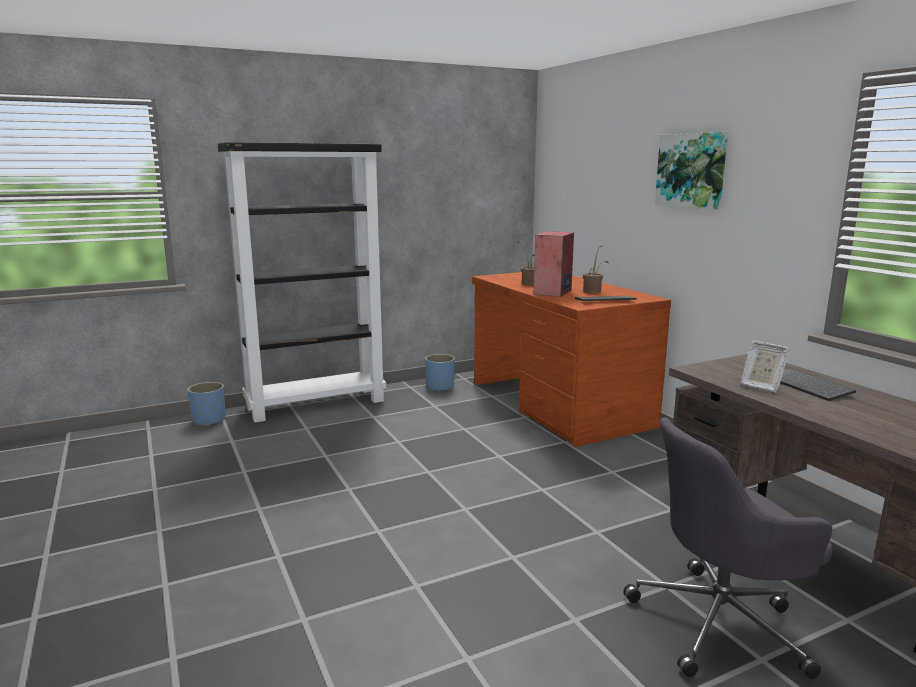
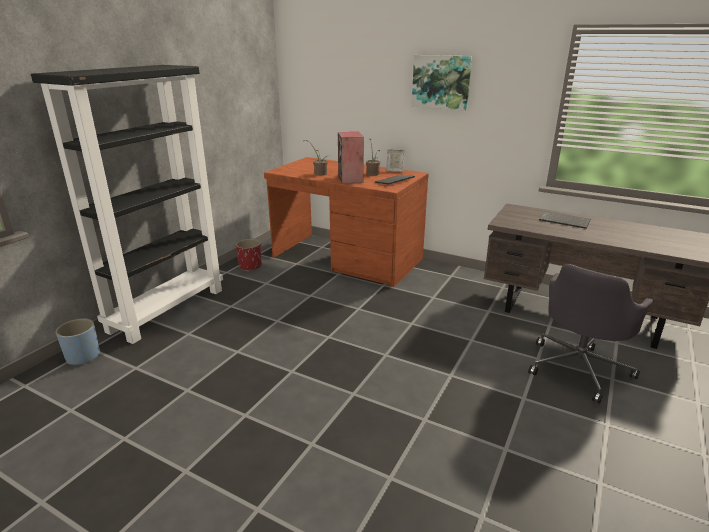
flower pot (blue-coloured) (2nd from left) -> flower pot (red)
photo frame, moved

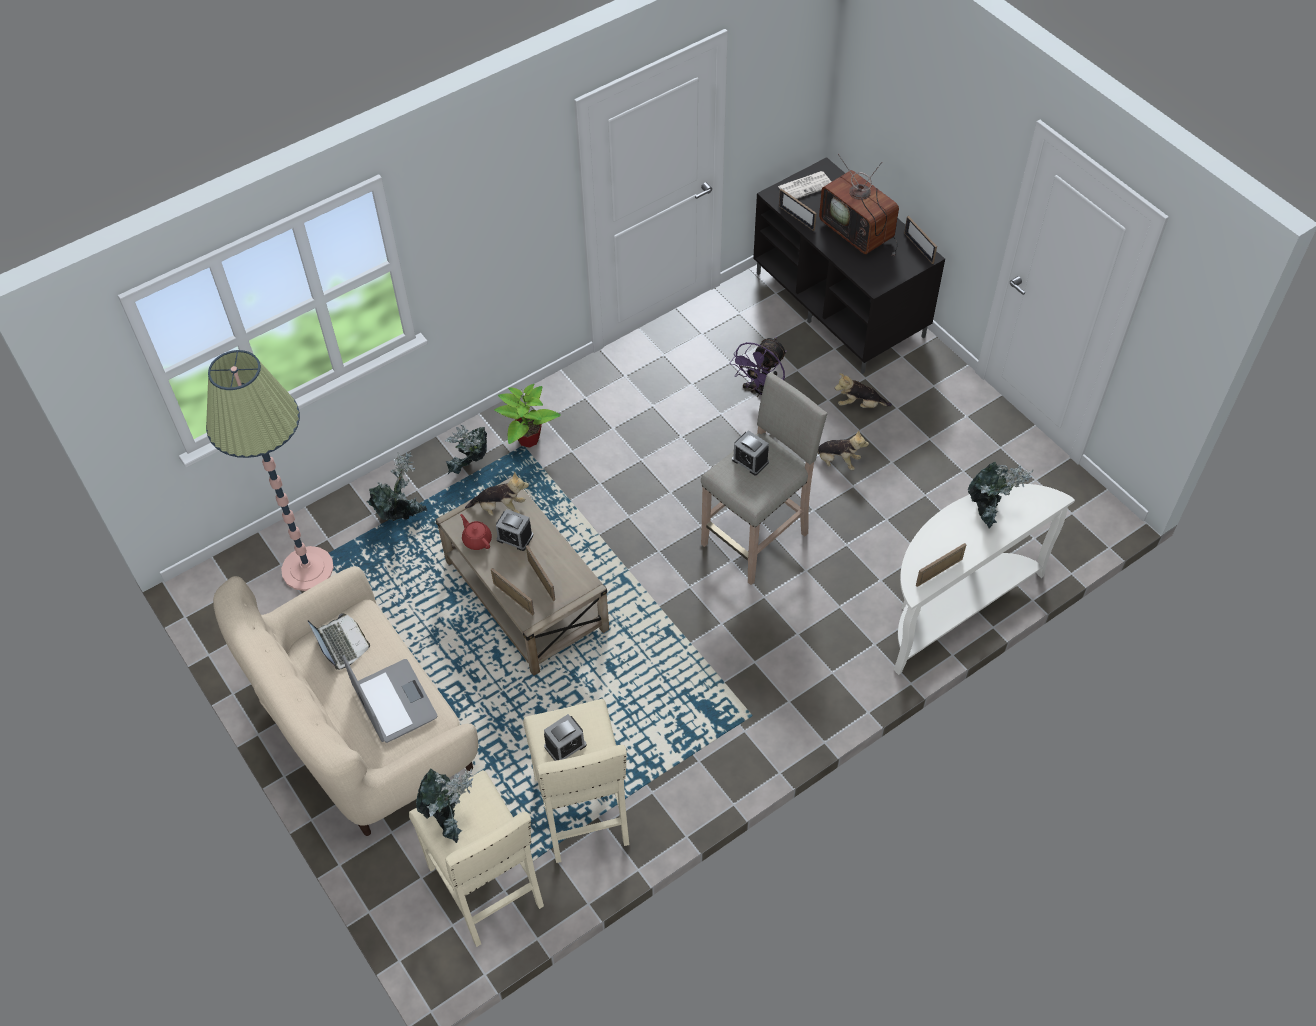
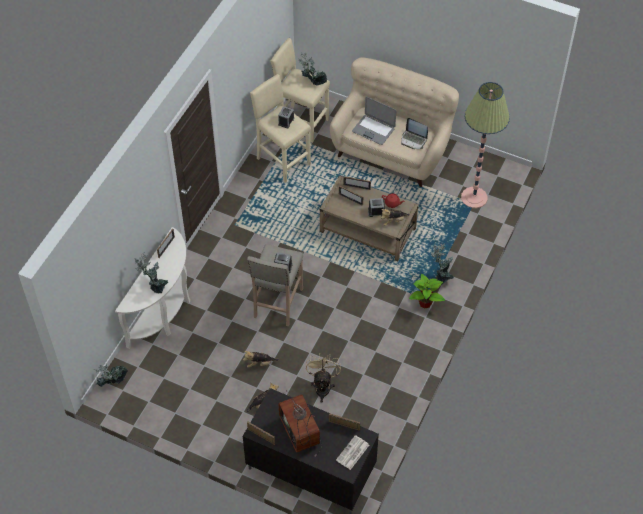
houseplant (1st from left), moved
cooling fan (purple-coloured) -> cooling fan (sand-coloured)
TV set, 135 degrees counterclockwise

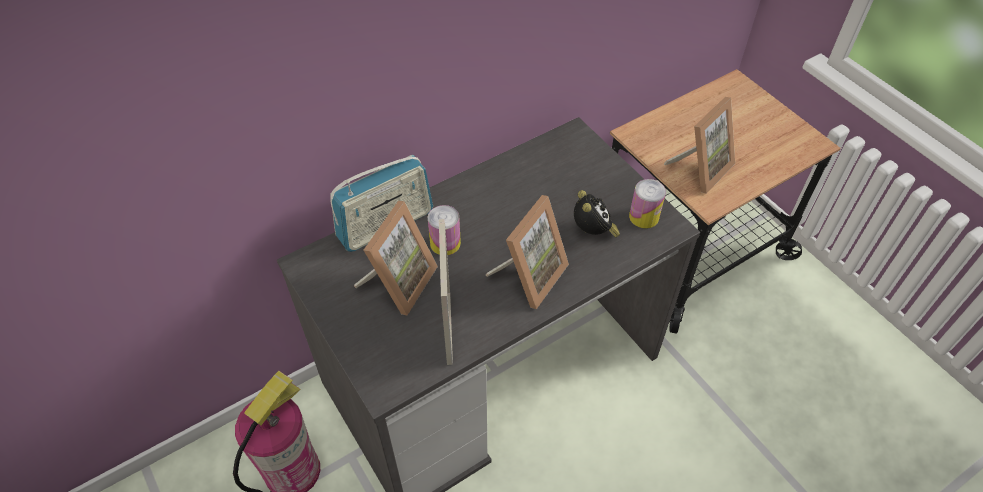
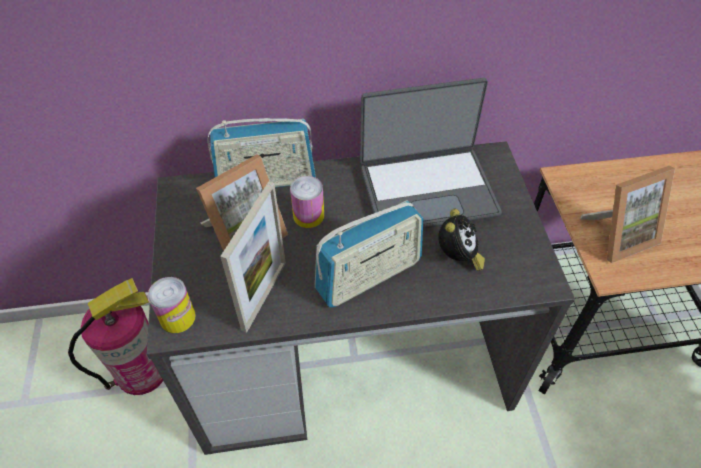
photo frame (3rd from left) -> radio receiver (2nd from left)
sealed can (2nd from left in the first image) -> sealed can (1st from left), moved
none -> portable computer

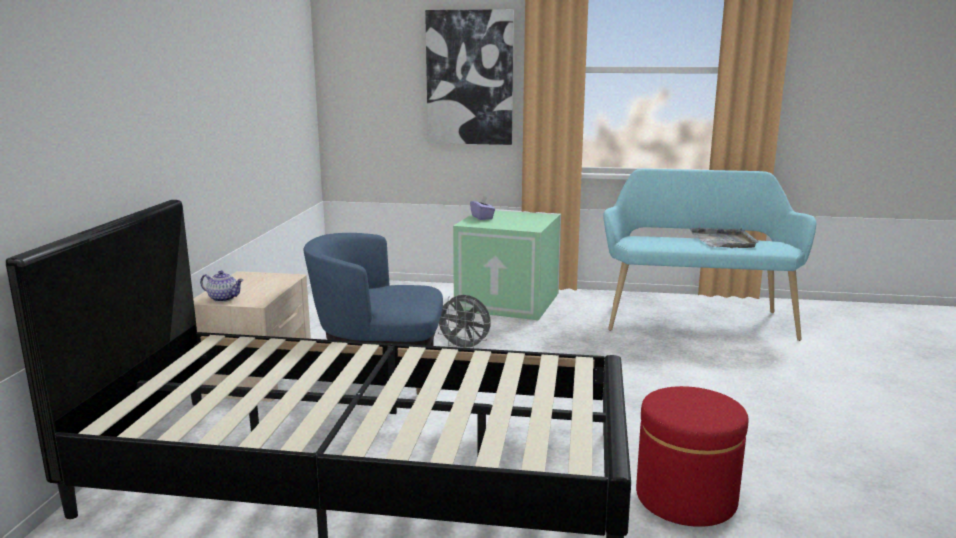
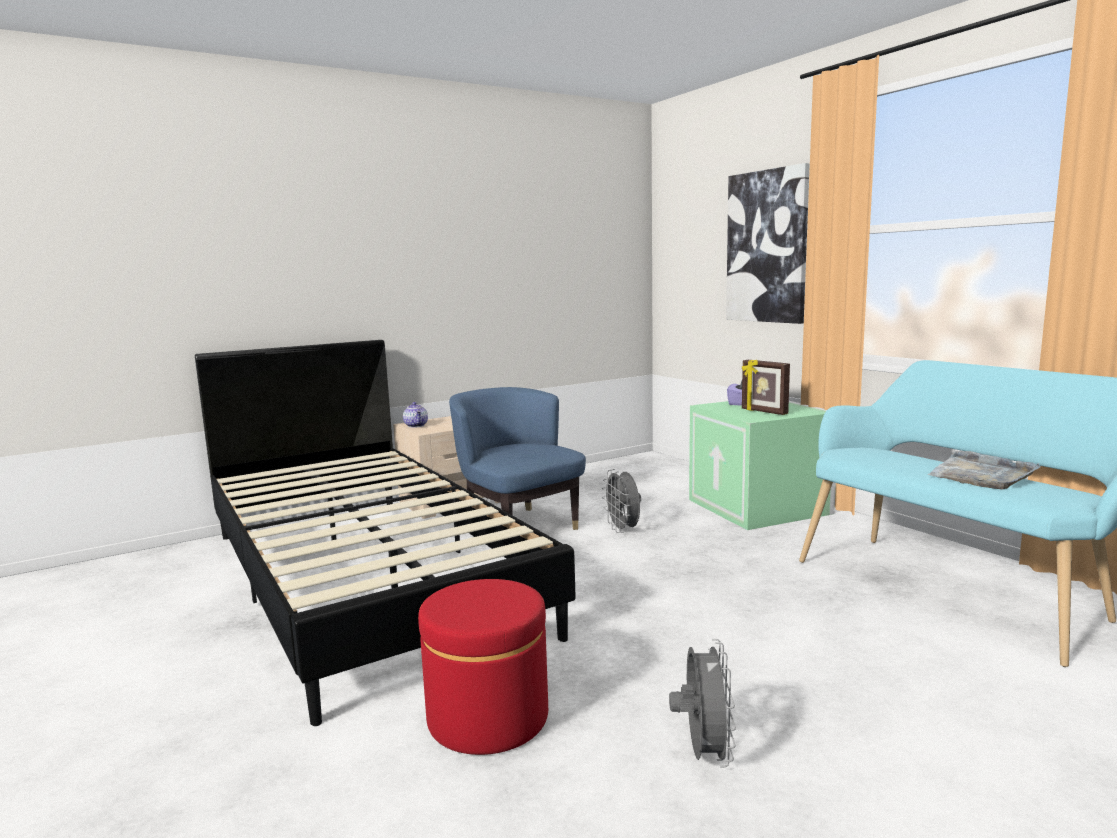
none -> cooling fan (greyish) (2nd from left)
none -> photo frame

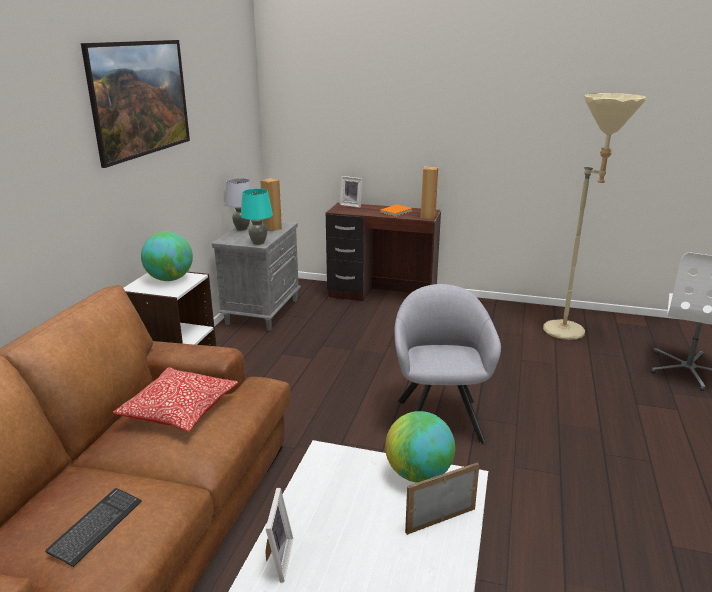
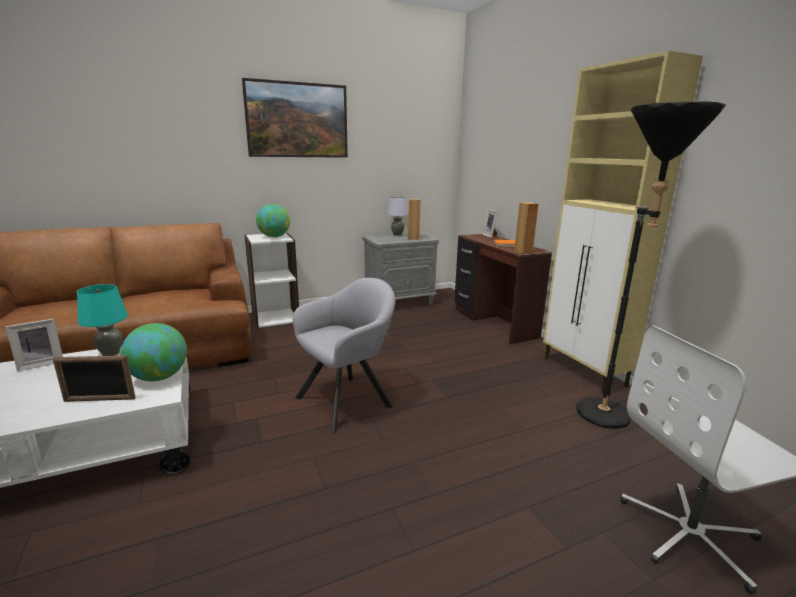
computer keyboard -> none
cushion -> none
table lamp (blue-green), moved
photo frame (3rd from left in the first image) -> photo frame (2nd from left), 150 degrees clockwise
standing lamp (sand-coloured) -> standing lamp (black)
none -> cabinet (sand-coloured)

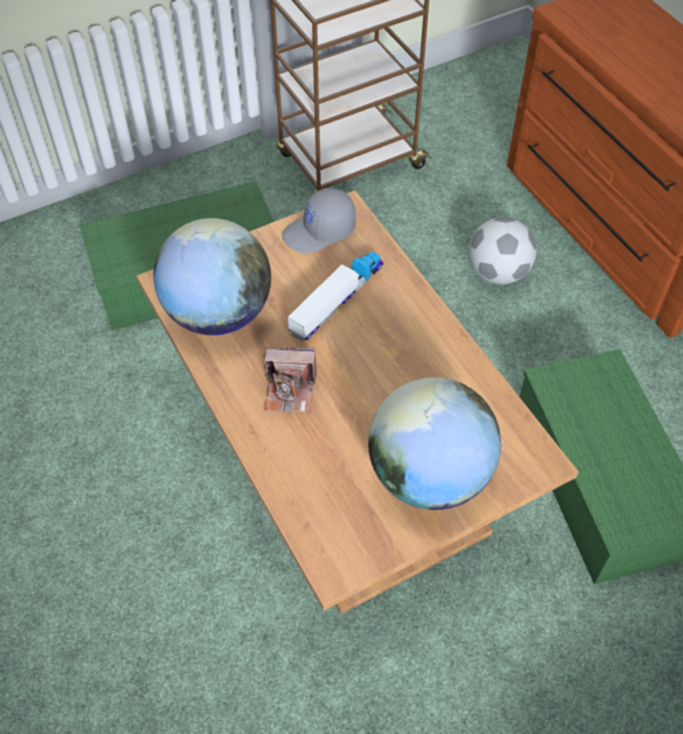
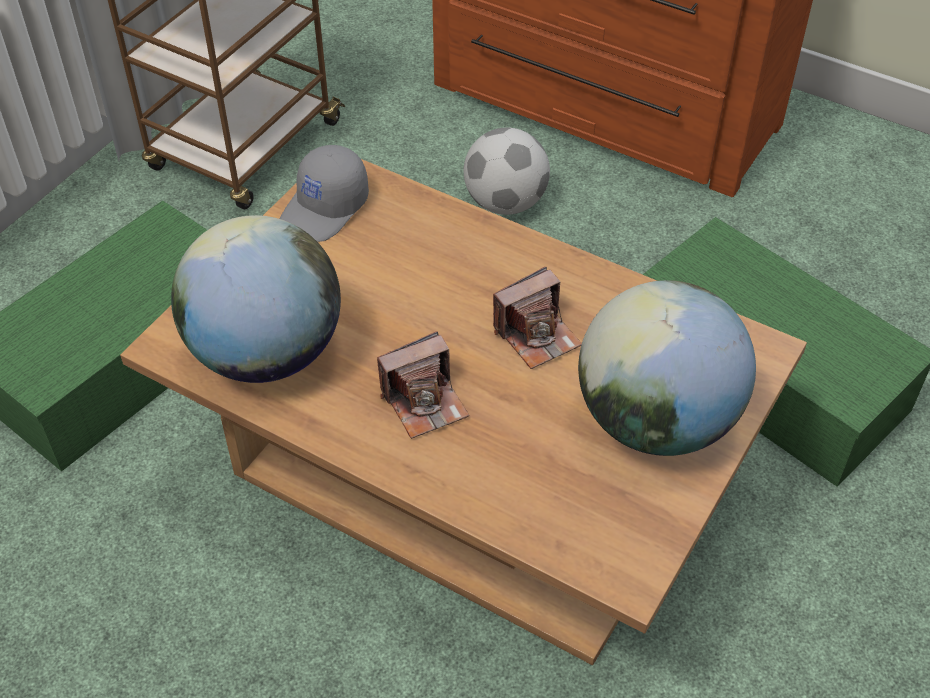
model truck -> none
none -> photo camera (2nd from left)

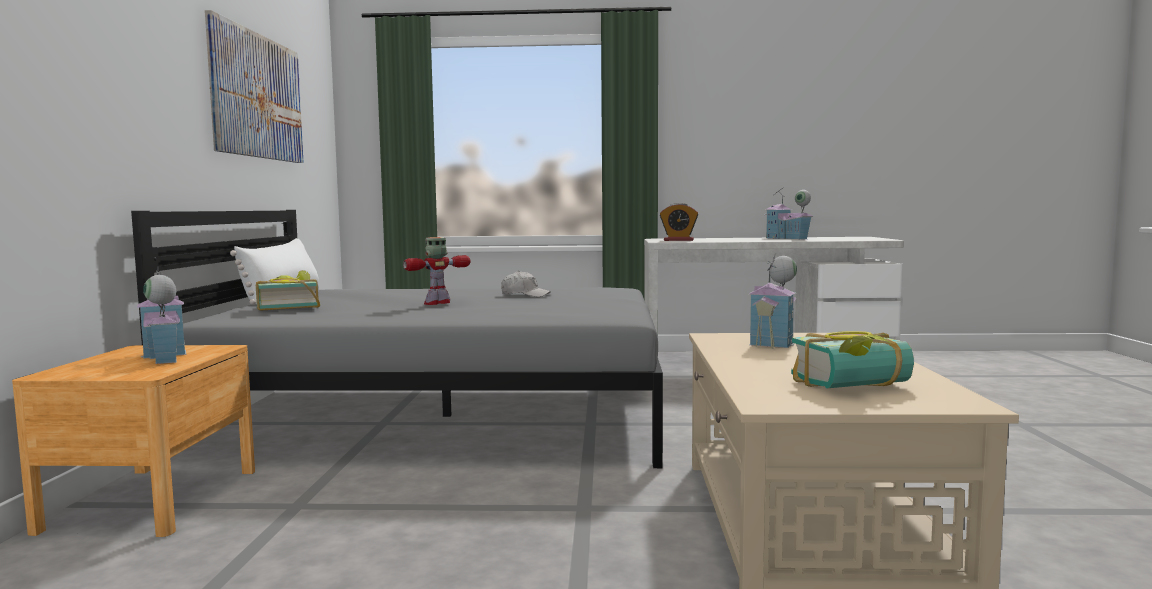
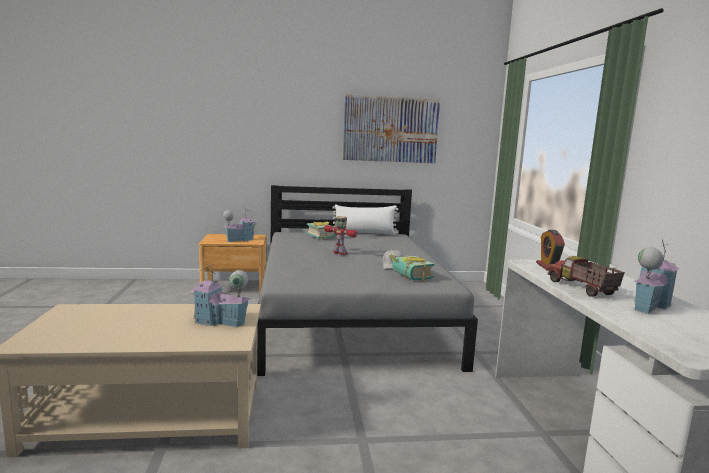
bound book (2nd from left), moved
none -> model truck

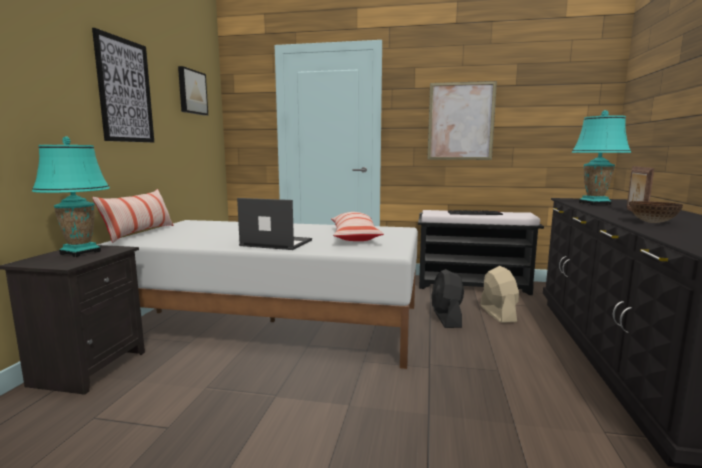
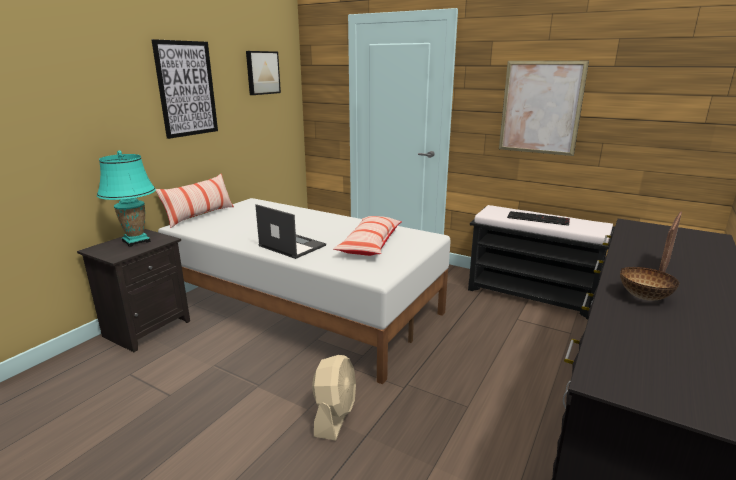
cooling fan (black) -> none
cooling fan (sand-coloured), moved
table lamp (blue-green) (2nd from left) -> none

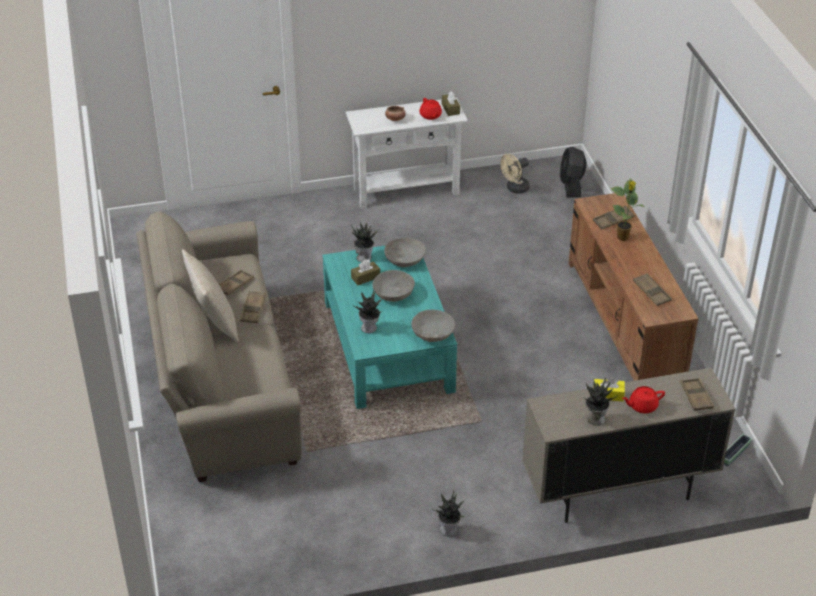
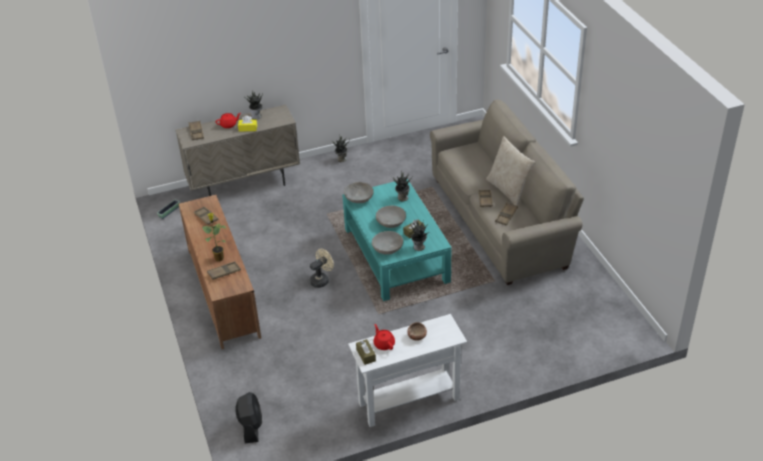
cooling fan (sand-coloured), moved

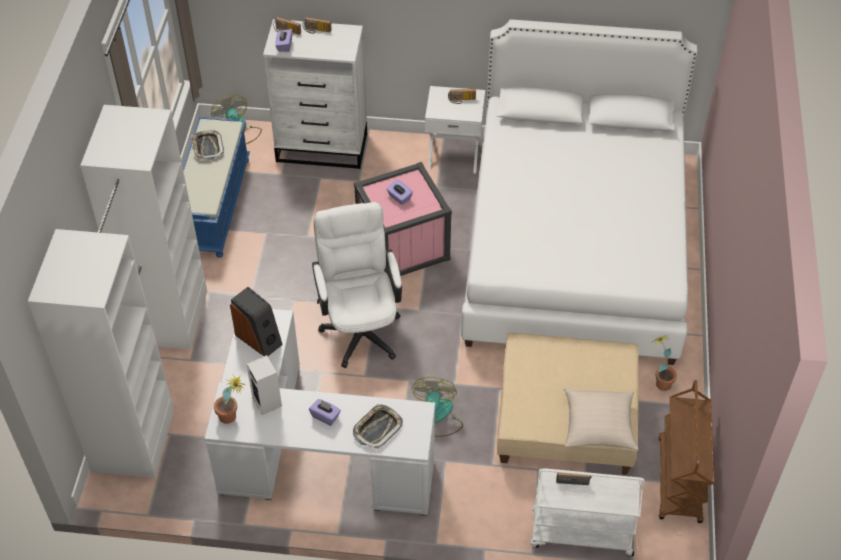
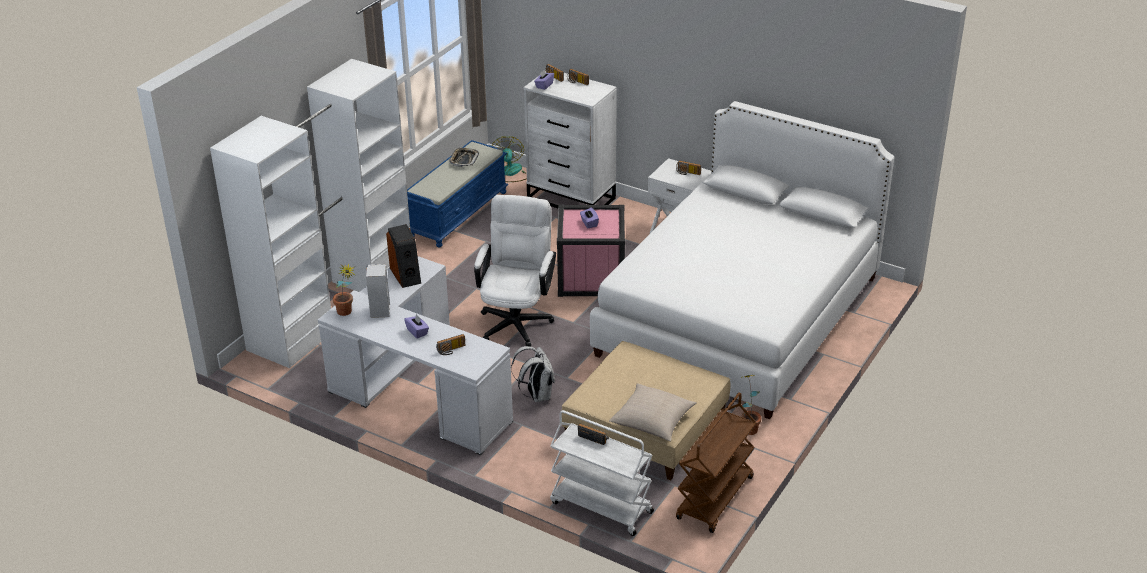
tray (2nd from left) -> radio receiver (1st from left)
cooling fan (2nd from left) -> backpack (white-coloured)

